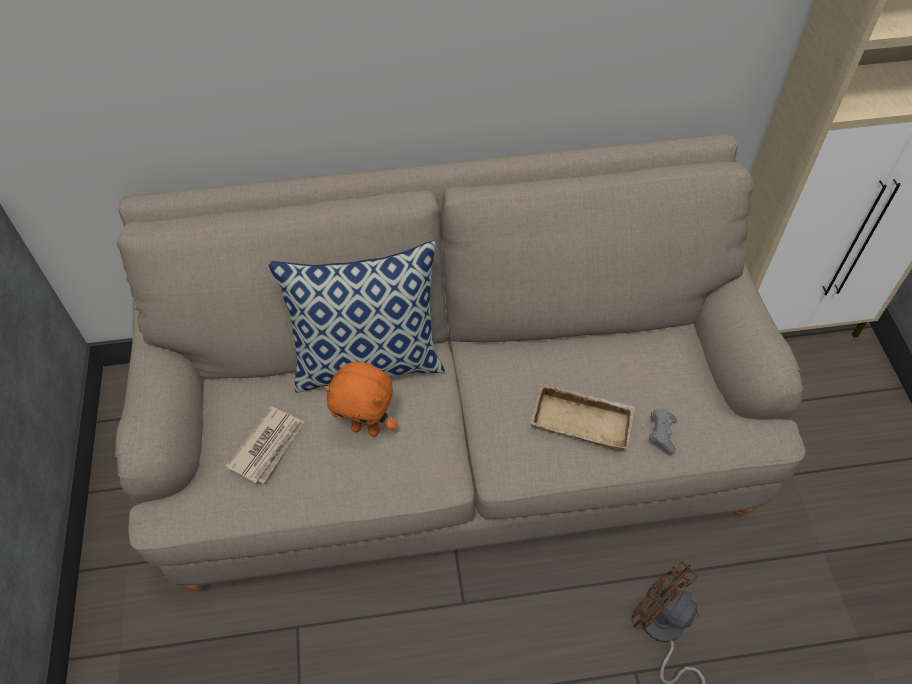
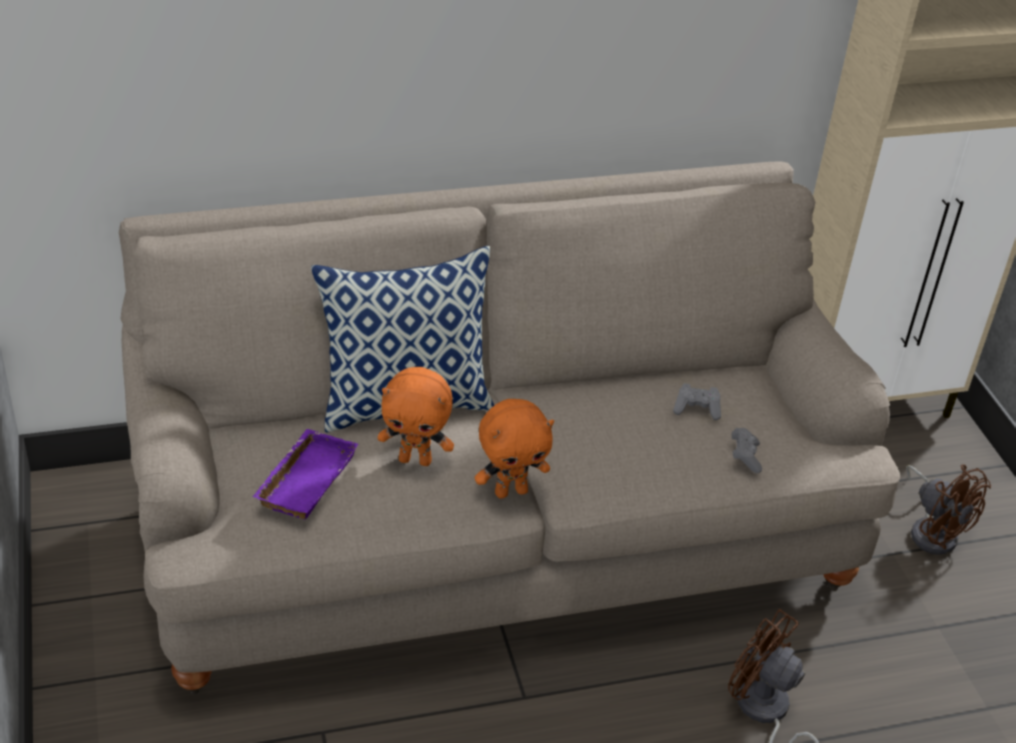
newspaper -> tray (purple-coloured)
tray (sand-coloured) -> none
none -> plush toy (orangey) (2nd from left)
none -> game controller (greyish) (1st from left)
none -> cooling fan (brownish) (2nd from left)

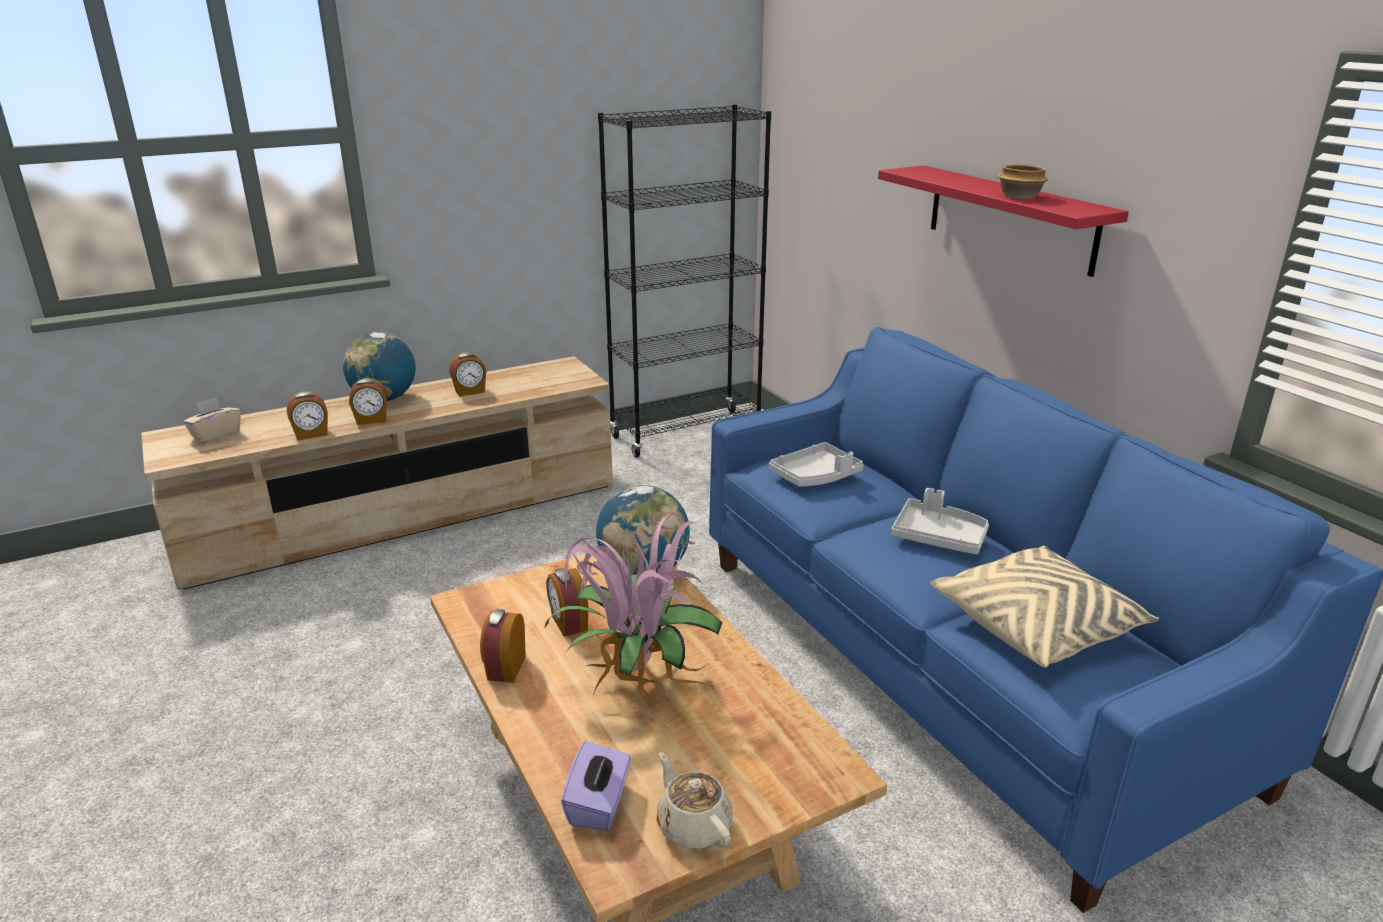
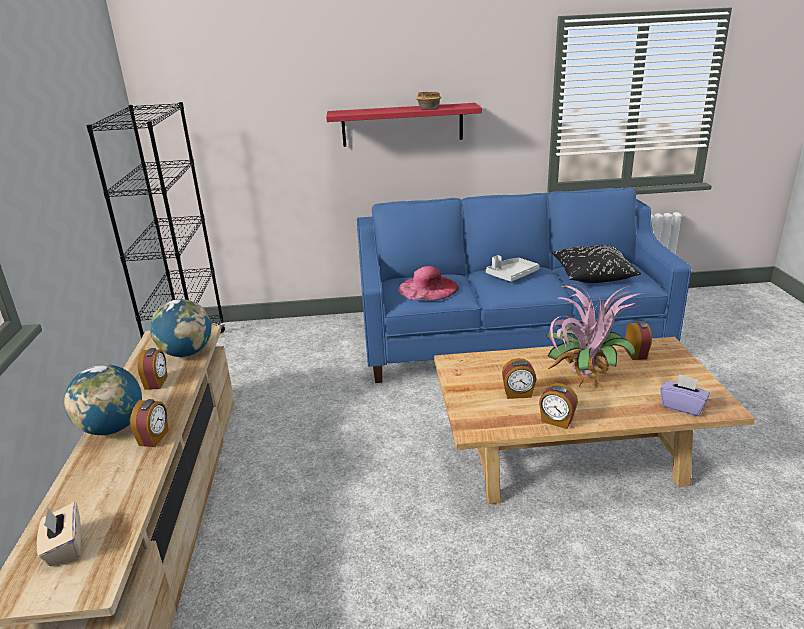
table clock (1st from left in the first image) -> table clock (5th from left), moved
world globe (2nd from left), moved
tea pot (sand-coloured) -> none
tray (greyish) (1st from left) -> clothing hat (pink-coloured)
cushion (sand-coloured) -> cushion (black)

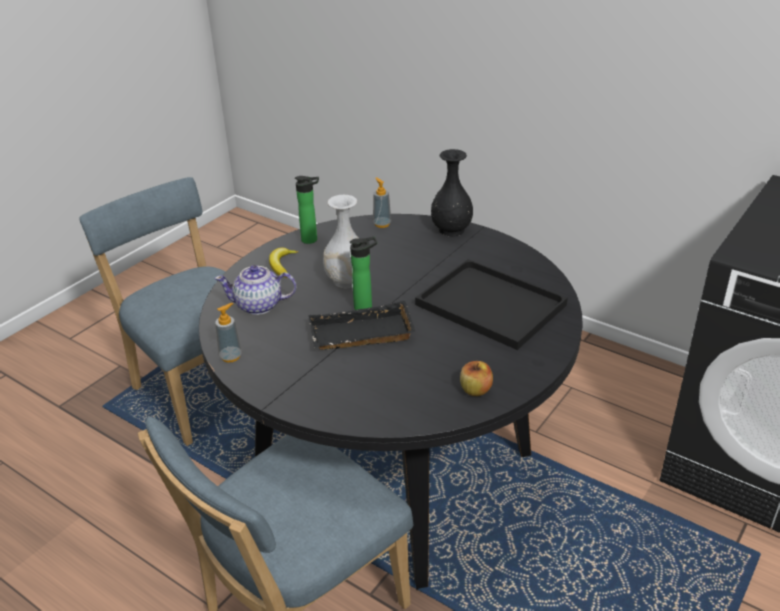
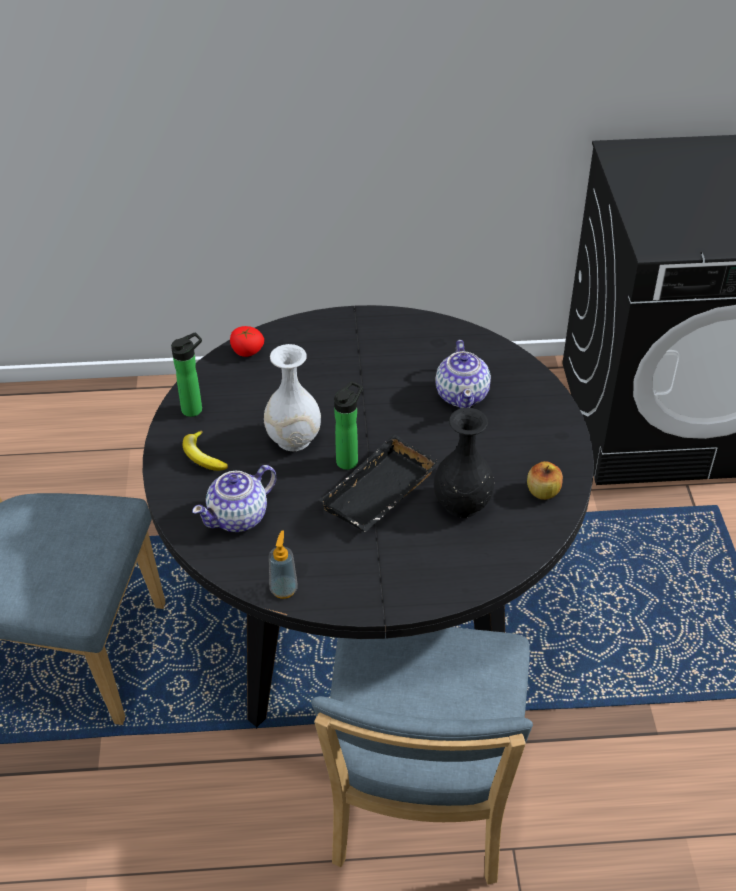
soap dispenser (2nd from left) -> whole tomato
tray (black) (2nd from left) -> tea pot (2nd from left)
vase (black), moved

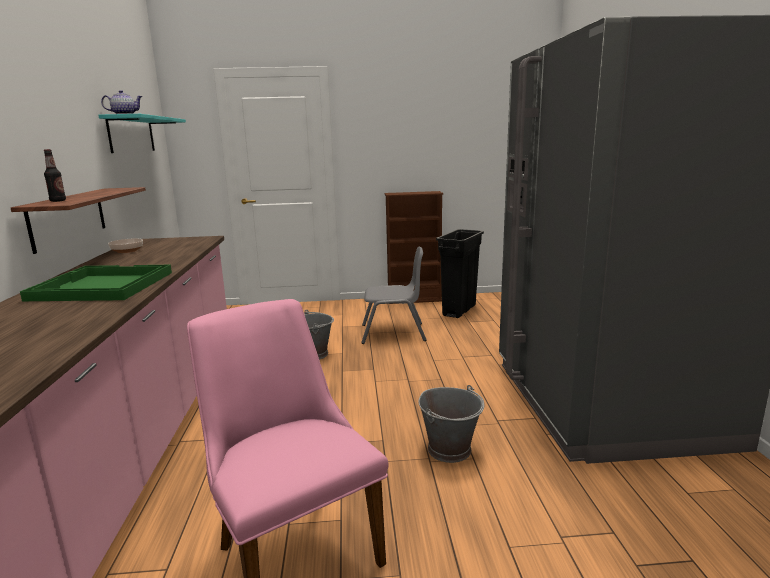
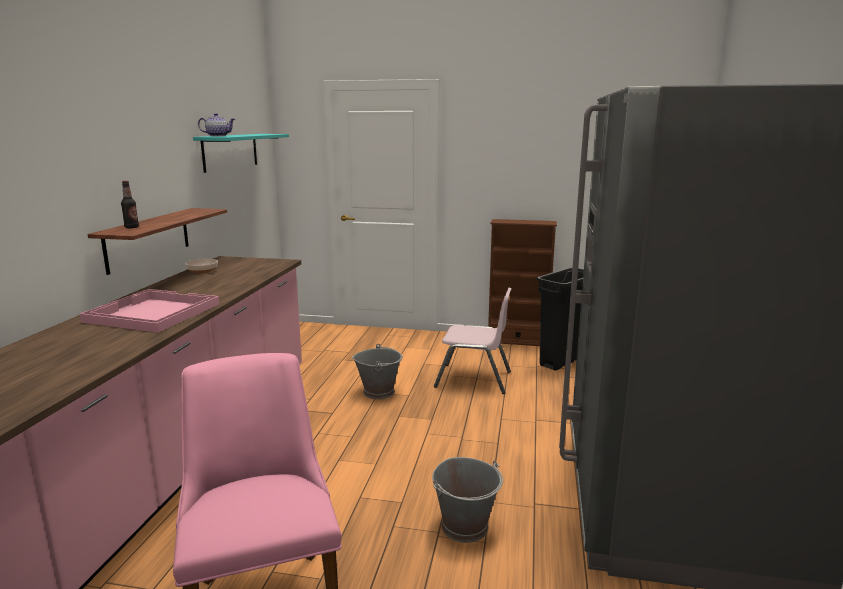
tray (green-coloured) -> tray (pink-coloured)
chair (greyish) -> chair (pink-coloured) (2nd from left)

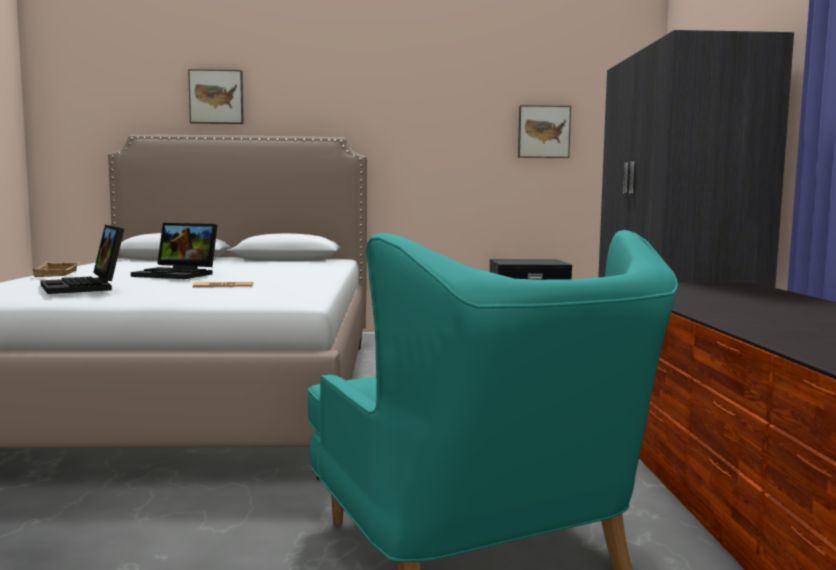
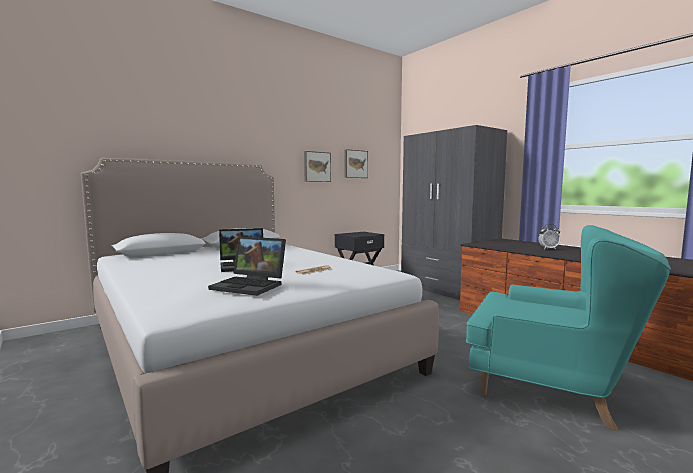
tray (sand-coloured) -> none
wall picture (1st from left), moved
none -> table clock

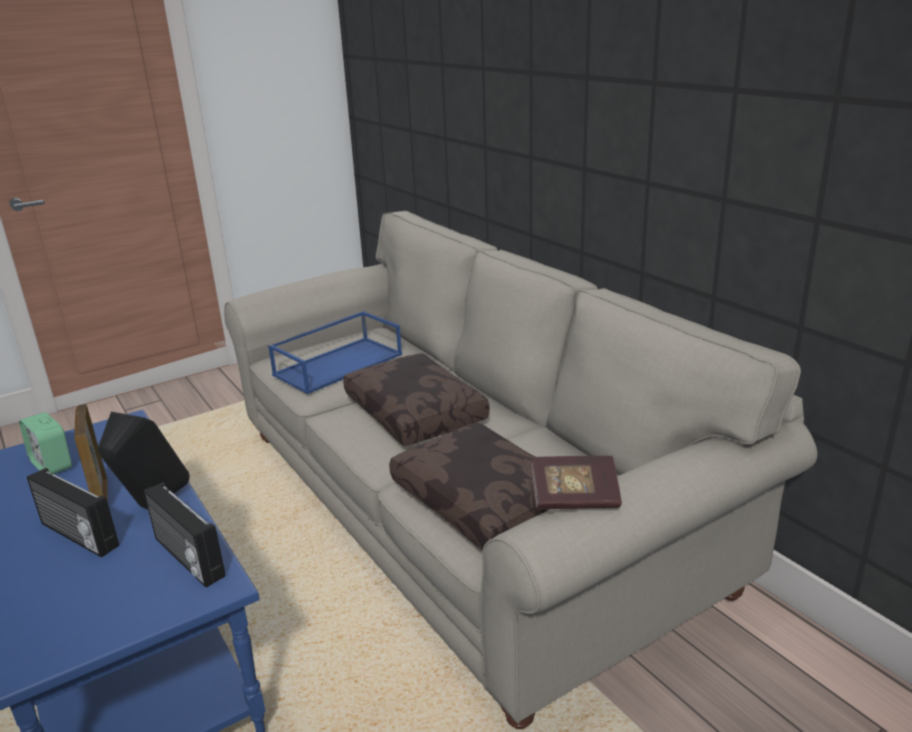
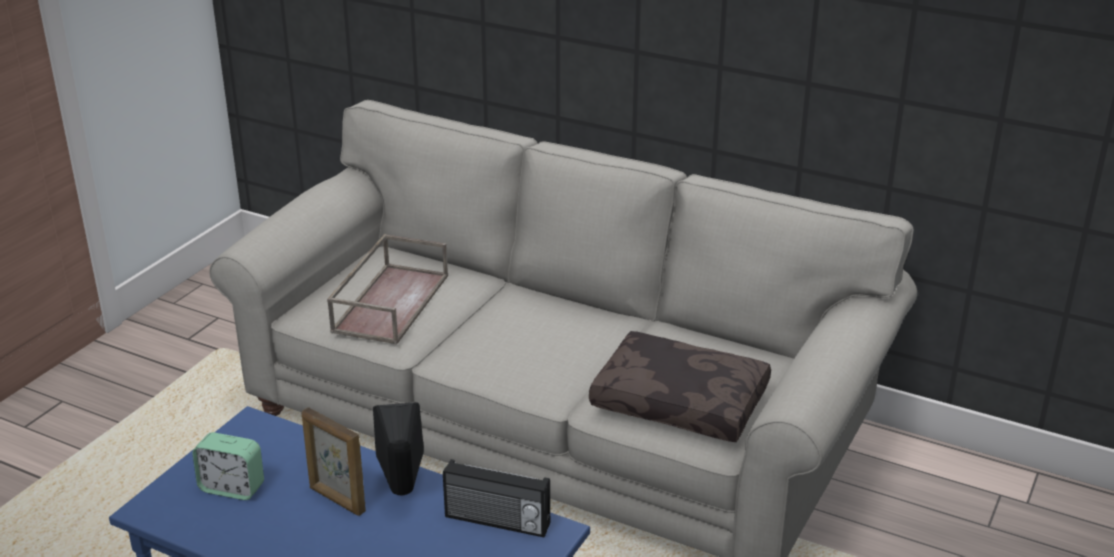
radio receiver (1st from left) -> none
tray (blue-coloured) -> tray (brownish)
cushion (brownish) (1st from left) -> none
bound book -> none

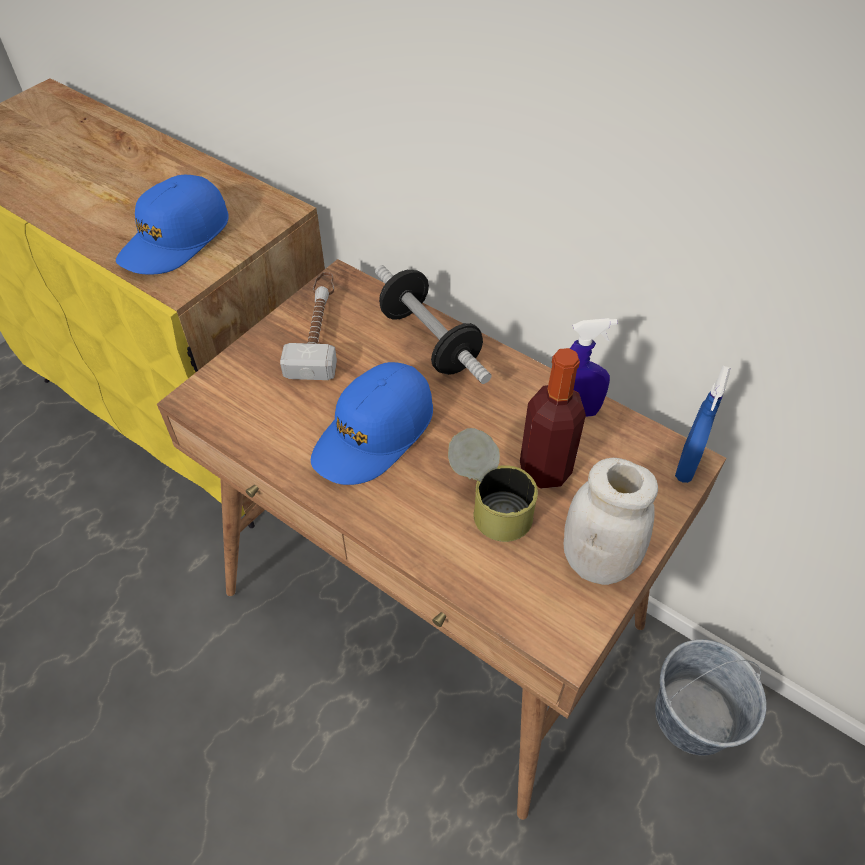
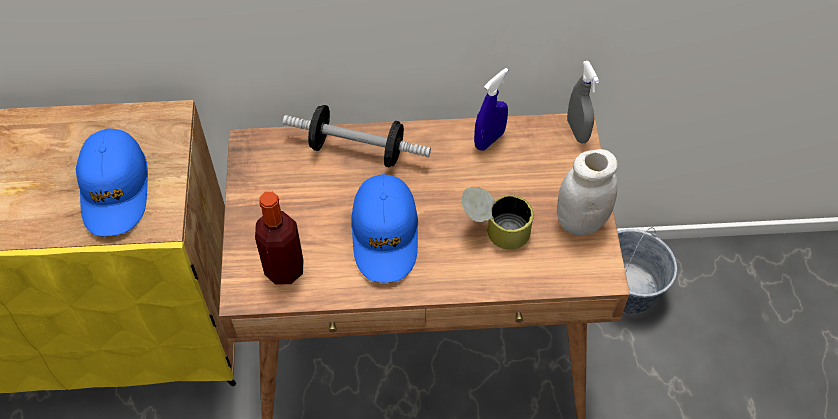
hand hammer -> none
beverage bottle, moved
sprayer (blue-coloured) (2nd from left) -> sprayer (greyish)

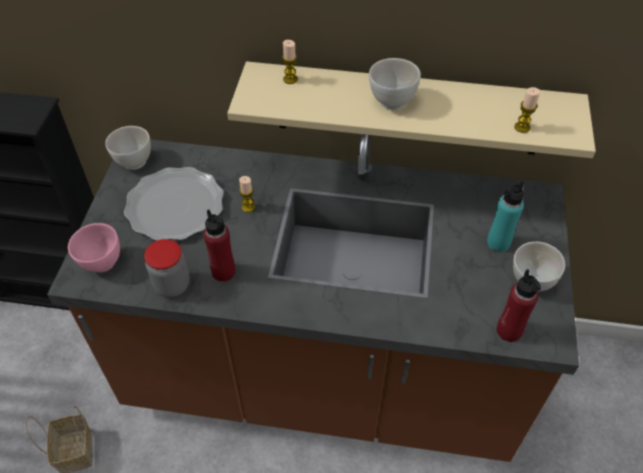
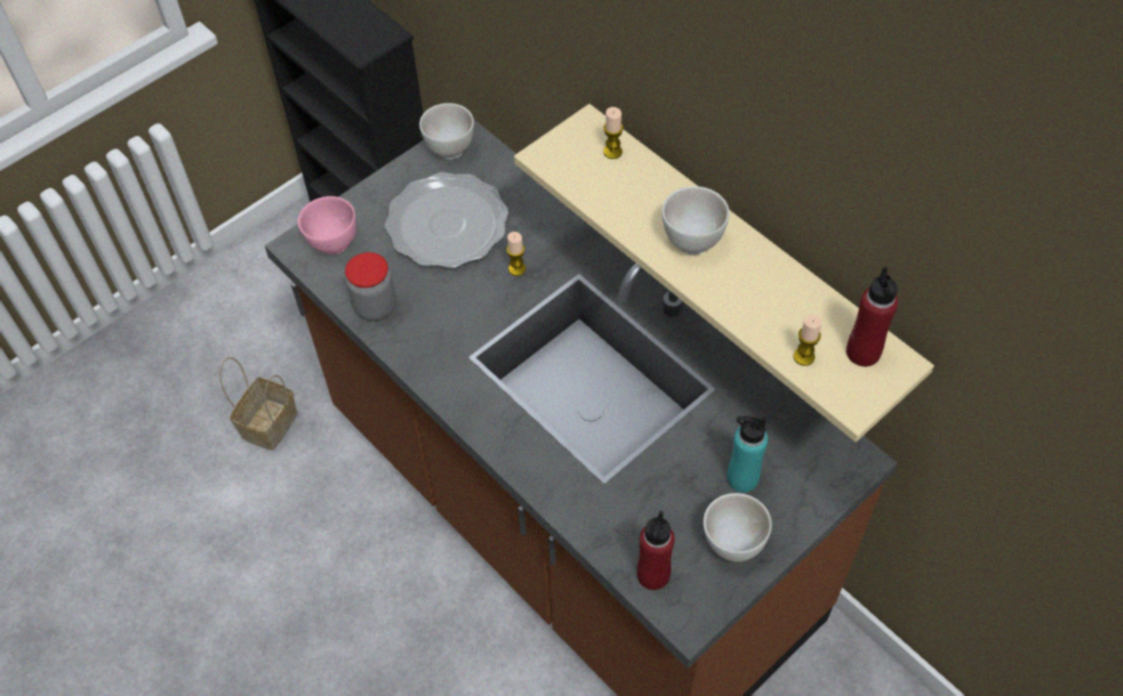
beverage bottle (red) (1st from left in the first image) -> beverage bottle (red) (2nd from left), moved

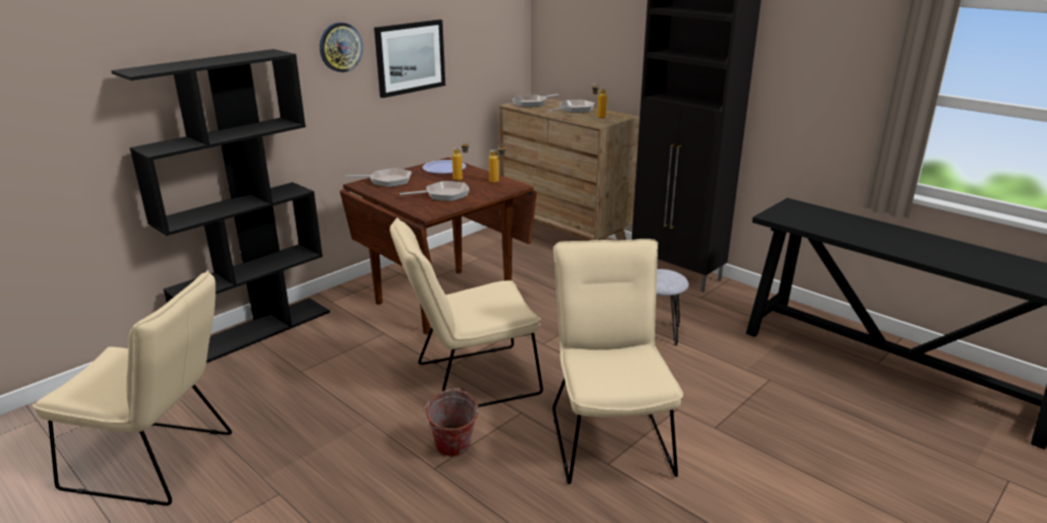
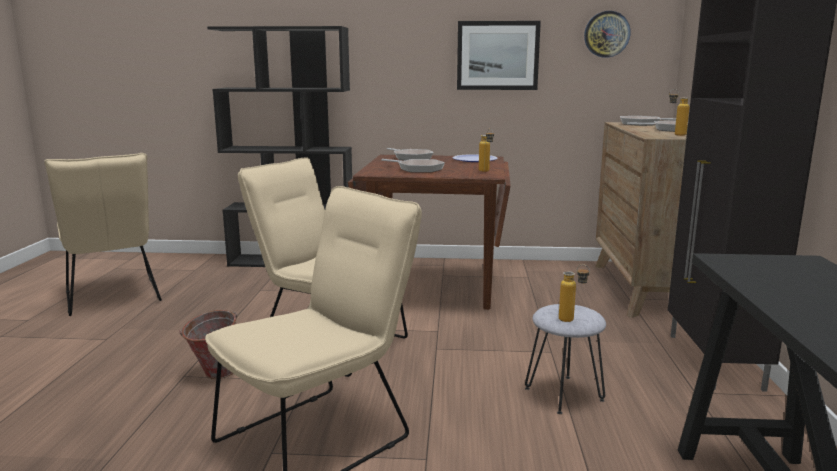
hanging clock, moved
beverage bottle (1st from left in the first image) -> beverage bottle (2nd from left), moved

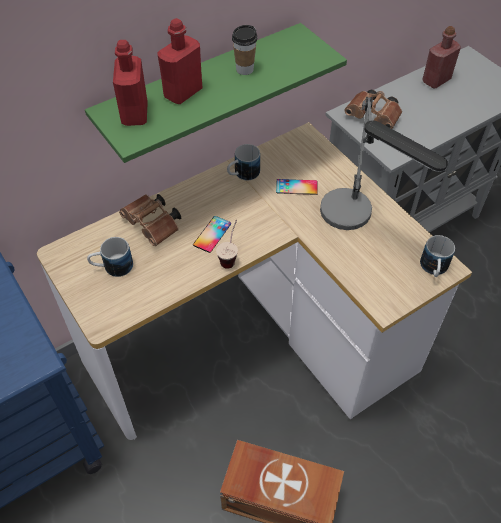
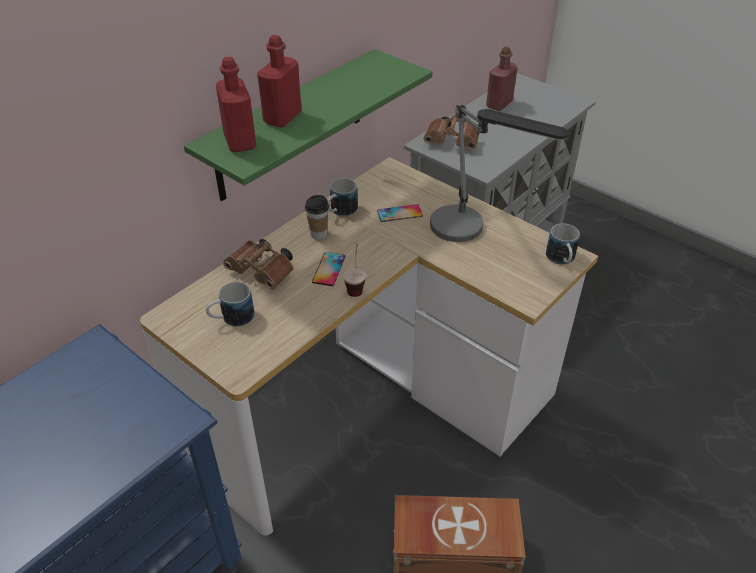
small cup (2nd from left in the first image) -> small cup (1st from left), moved

